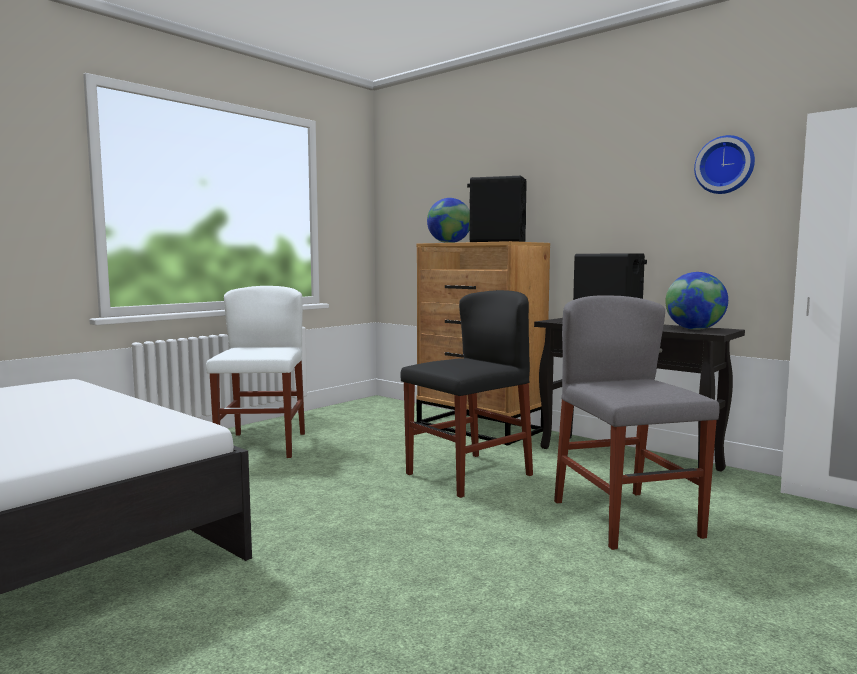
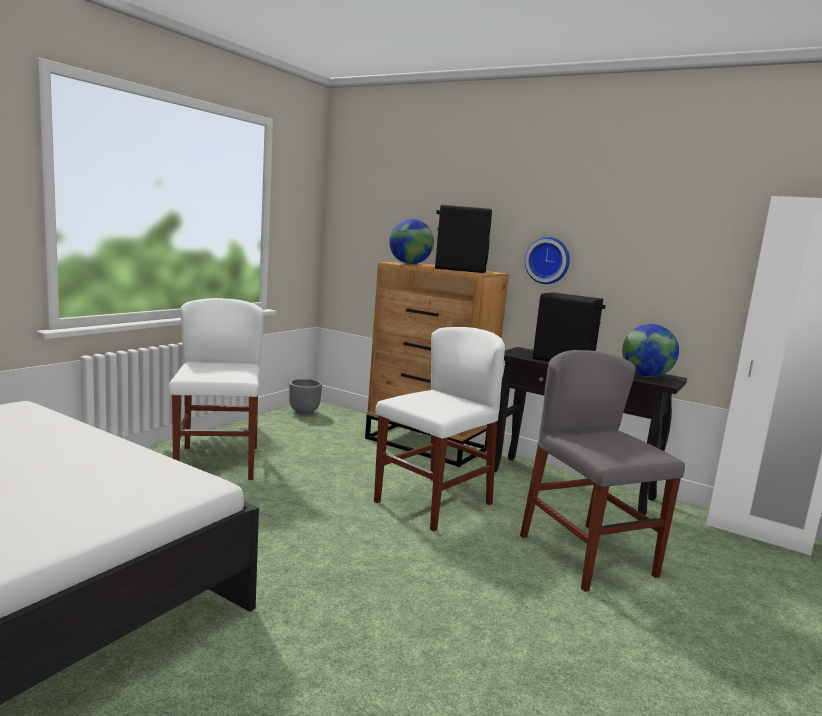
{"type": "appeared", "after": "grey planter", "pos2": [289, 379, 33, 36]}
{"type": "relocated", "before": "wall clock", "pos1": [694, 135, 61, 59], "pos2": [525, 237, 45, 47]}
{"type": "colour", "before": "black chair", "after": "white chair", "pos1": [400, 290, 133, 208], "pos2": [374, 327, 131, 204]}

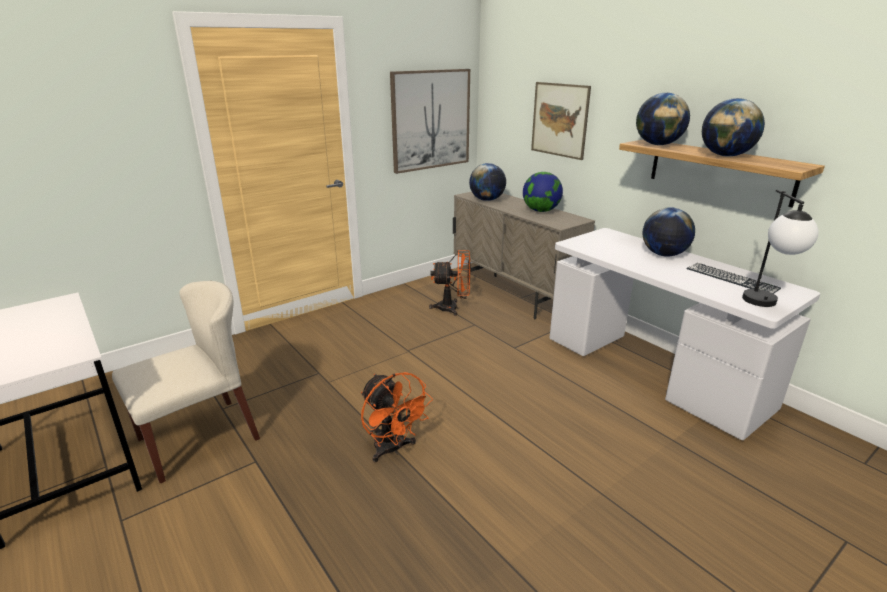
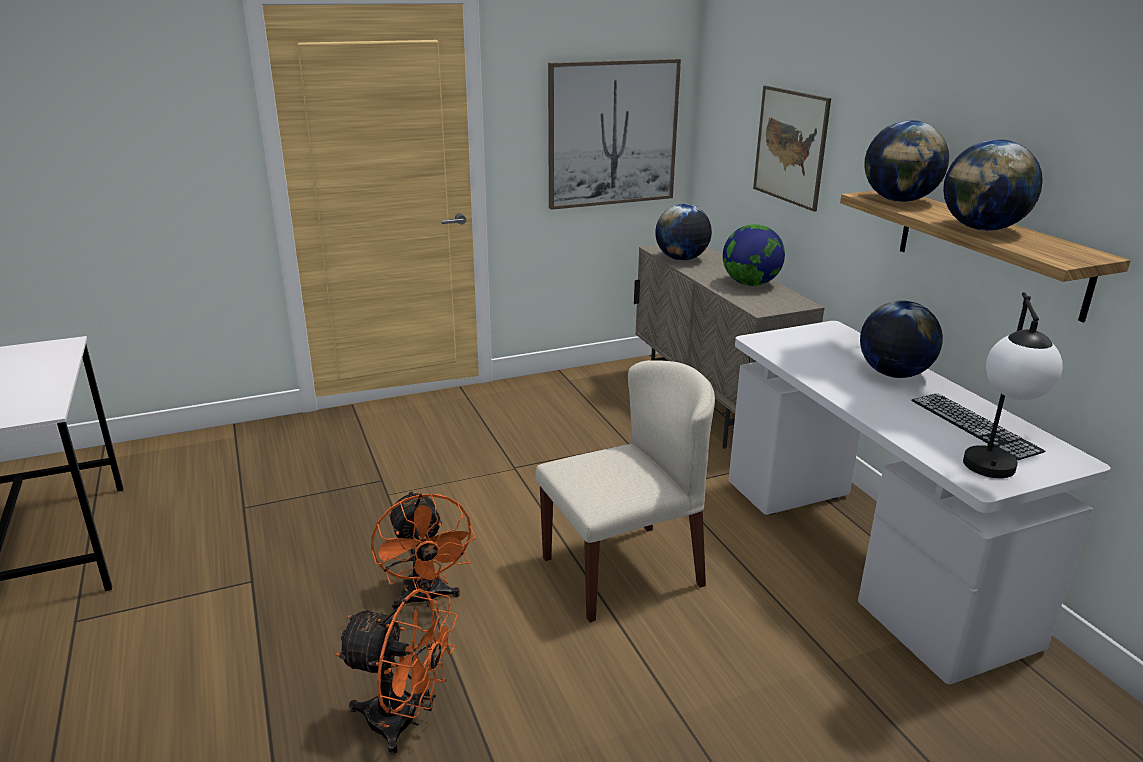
{"type": "relocated", "before": "beige chair", "pos1": [112, 281, 148, 203], "pos2": [535, 360, 180, 263]}
{"type": "relocated", "before": "orange fan", "pos1": [429, 250, 41, 66], "pos2": [336, 589, 121, 166]}

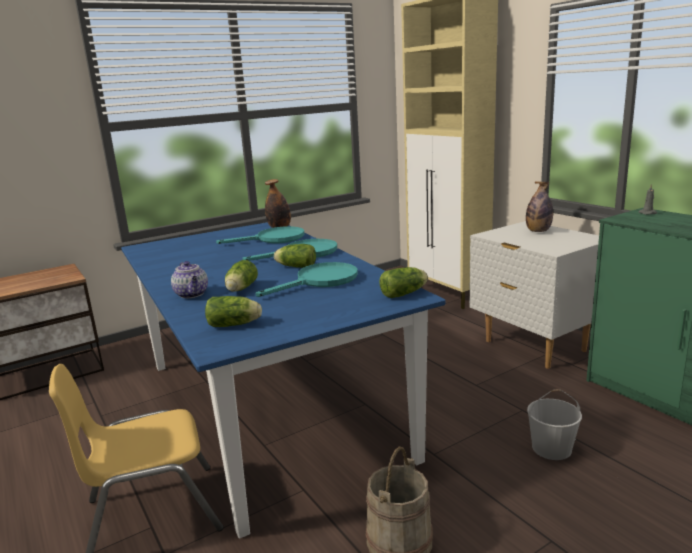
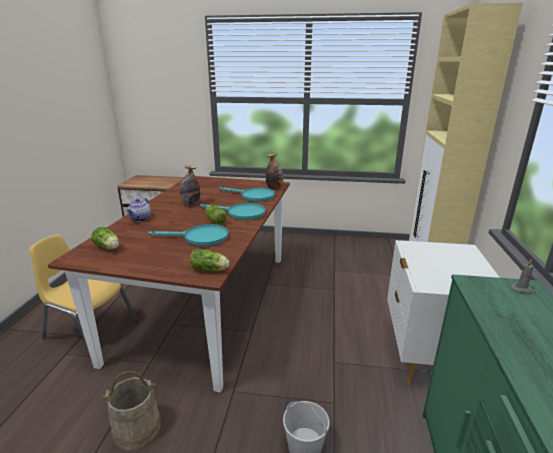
{"type": "missing", "before": "lettuce", "pos1": [225, 260, 33, 32]}
{"type": "relocated", "before": "bottle", "pos1": [526, 181, 27, 51], "pos2": [180, 165, 20, 41]}
{"type": "colour", "before": "blue dining table", "after": "brown dining table", "pos1": [121, 222, 324, 317], "pos2": [48, 176, 242, 216]}

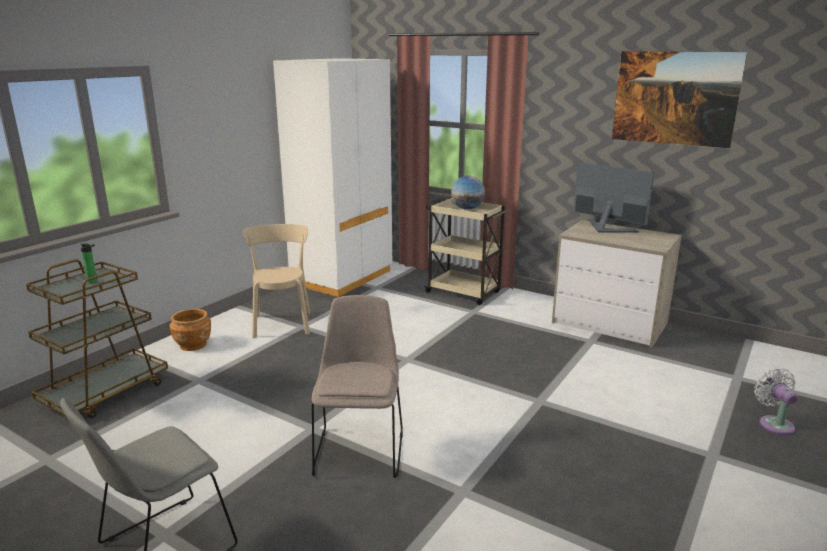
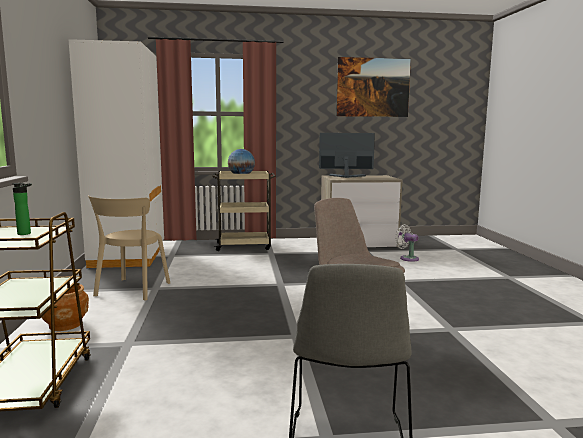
{"type": "relocated", "before": "white fan", "pos1": [754, 368, 44, 67], "pos2": [395, 224, 24, 38]}
{"type": "spun", "before": "beige chair", "pos1": [244, 224, 66, 114], "pos2": [88, 196, 82, 105], "turn": -120}

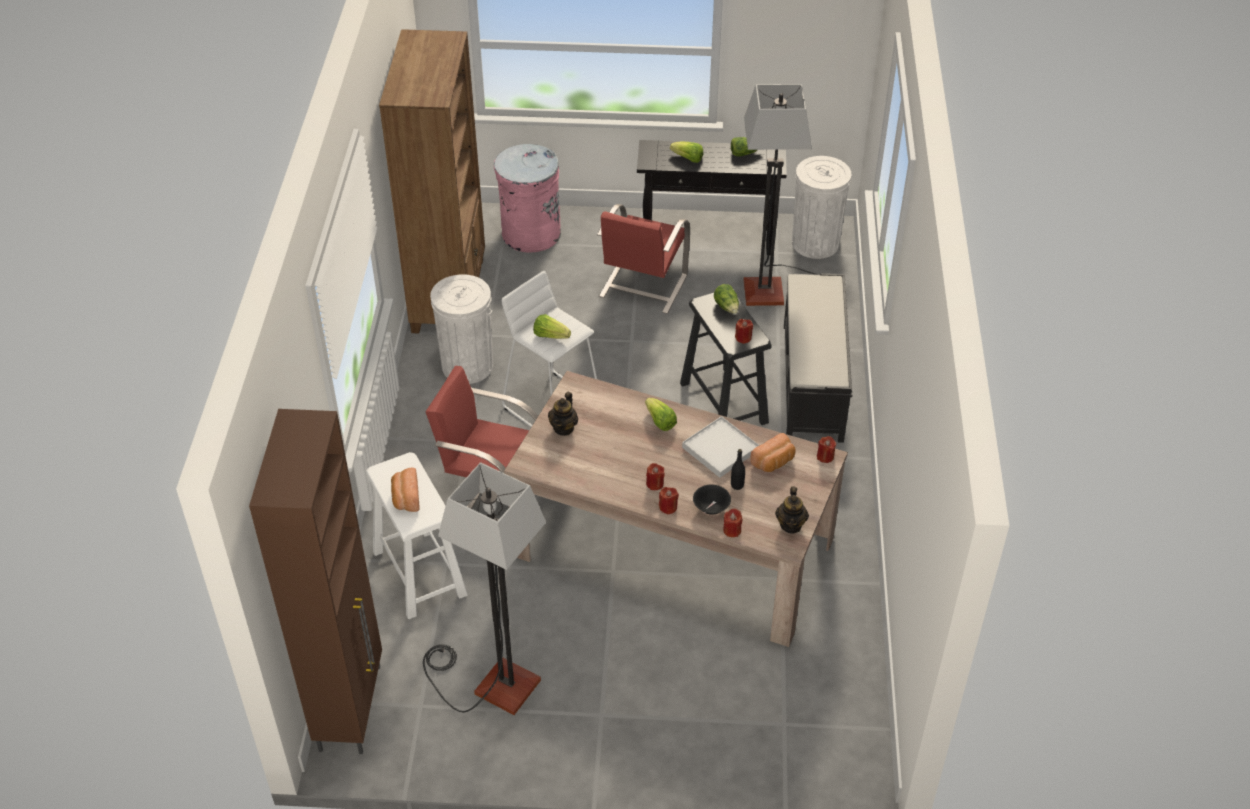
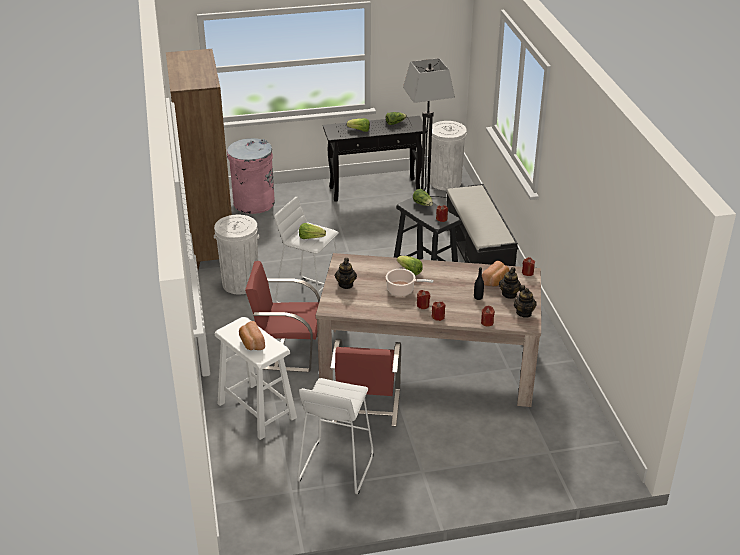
{"type": "missing", "before": "brown cabinet", "pos1": [249, 409, 133, 345]}
{"type": "missing", "before": "white tray", "pos1": [682, 416, 77, 62]}
{"type": "missing", "before": "black bowl", "pos1": [693, 484, 38, 31]}
{"type": "appeared", "after": "cooking pot", "pos2": [386, 269, 48, 27]}
{"type": "appeared", "after": "teapot", "pos2": [499, 267, 22, 32]}
{"type": "relocated", "before": "red chair", "pos1": [597, 204, 93, 110], "pos2": [330, 339, 71, 88]}
{"type": "exchanged", "before": "floor lamp", "after": "white stool", "pos1": [423, 462, 123, 253], "pos2": [297, 378, 76, 116]}

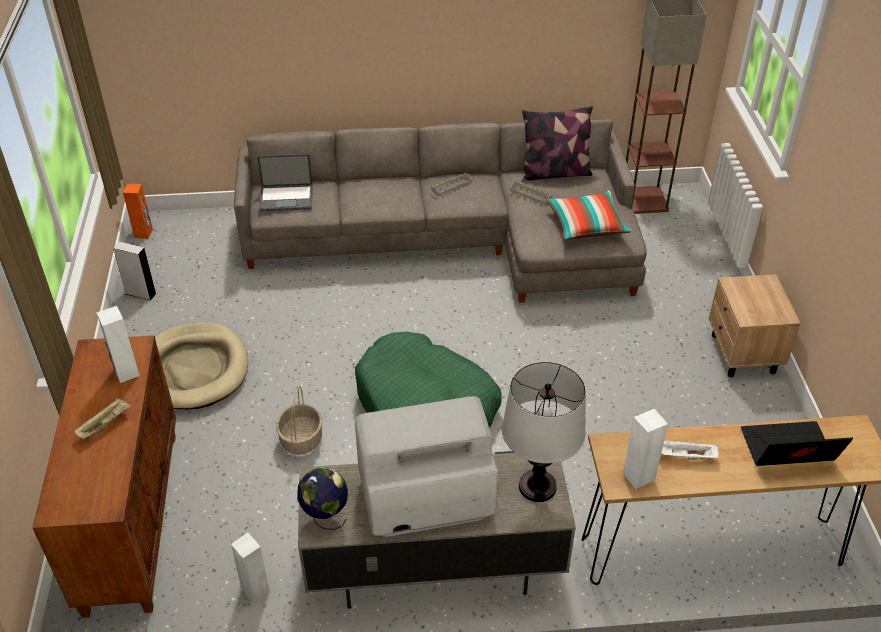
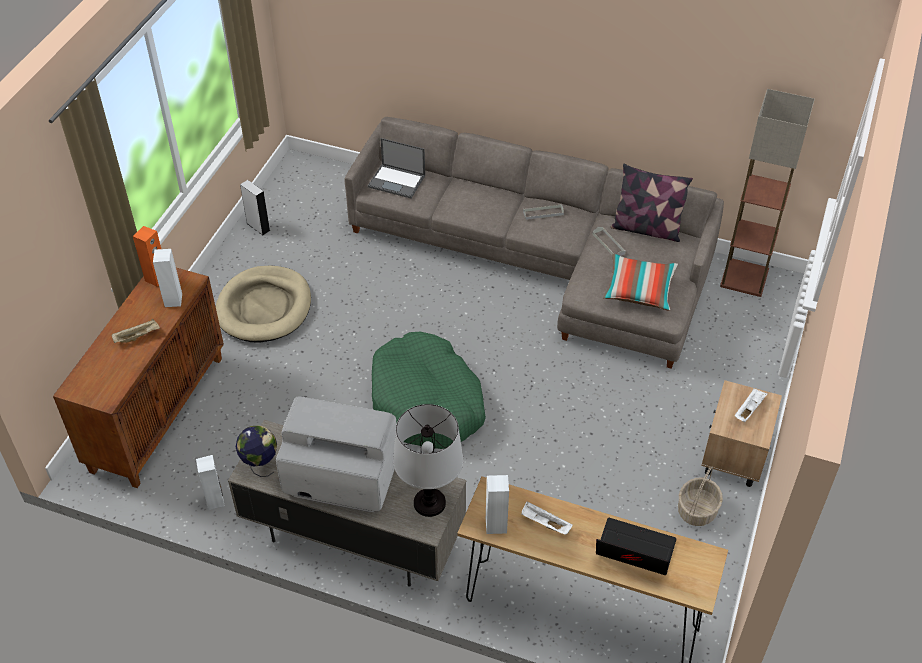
{"type": "appeared", "after": "white tray", "pos2": [735, 388, 32, 34]}
{"type": "relocated", "before": "orange speaker", "pos1": [123, 184, 30, 55], "pos2": [133, 226, 28, 61]}
{"type": "relocated", "before": "basket", "pos1": [276, 386, 46, 69], "pos2": [678, 467, 45, 59]}

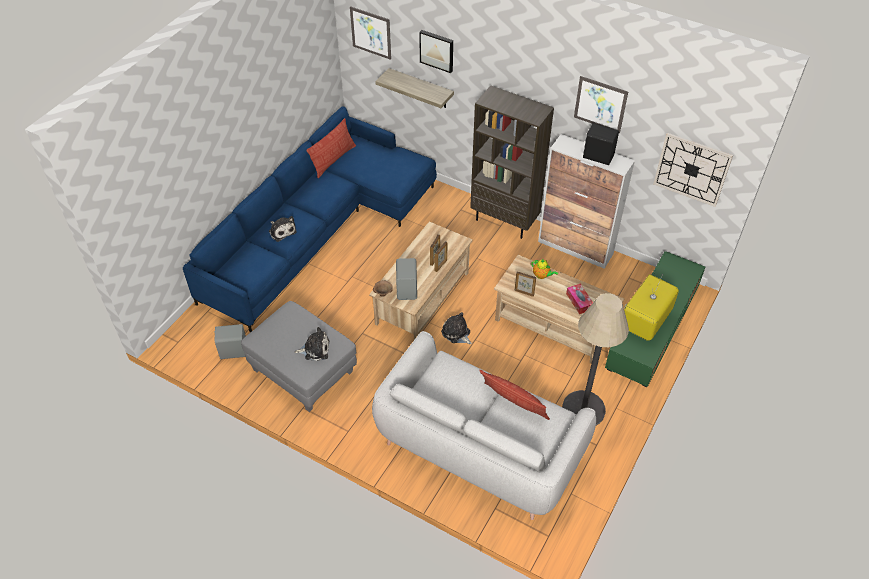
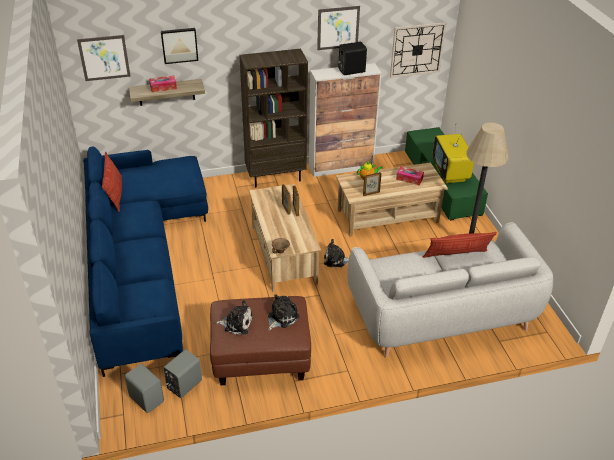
{"type": "appeared", "after": "tissue box", "pos2": [149, 76, 28, 16]}
{"type": "relocated", "before": "plush toy", "pos1": [269, 216, 27, 26], "pos2": [216, 300, 37, 35]}
{"type": "relocated", "before": "grey speaker", "pos1": [396, 258, 21, 42], "pos2": [125, 364, 39, 49]}
{"type": "colour", "before": "grey ottoman", "after": "brown ottoman", "pos1": [241, 301, 116, 111], "pos2": [210, 296, 101, 89]}

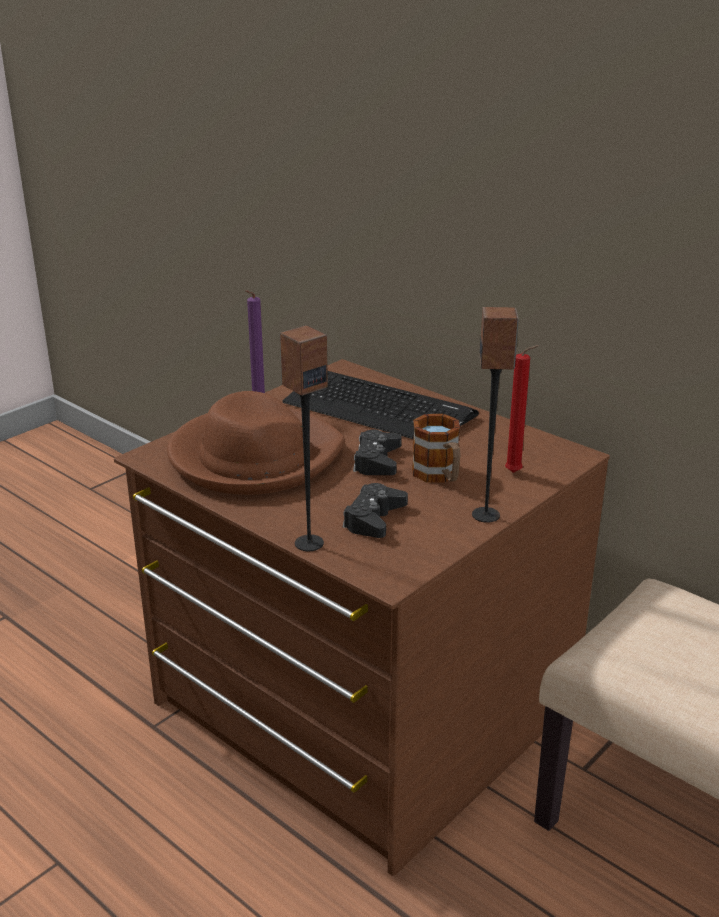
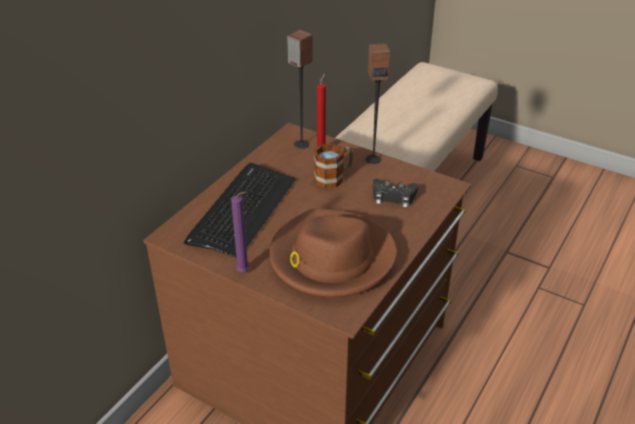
{"type": "missing", "before": "black game controller", "pos1": [353, 430, 49, 45]}
{"type": "relocated", "before": "speaker", "pos1": [280, 325, 48, 226], "pos2": [287, 30, 25, 119]}

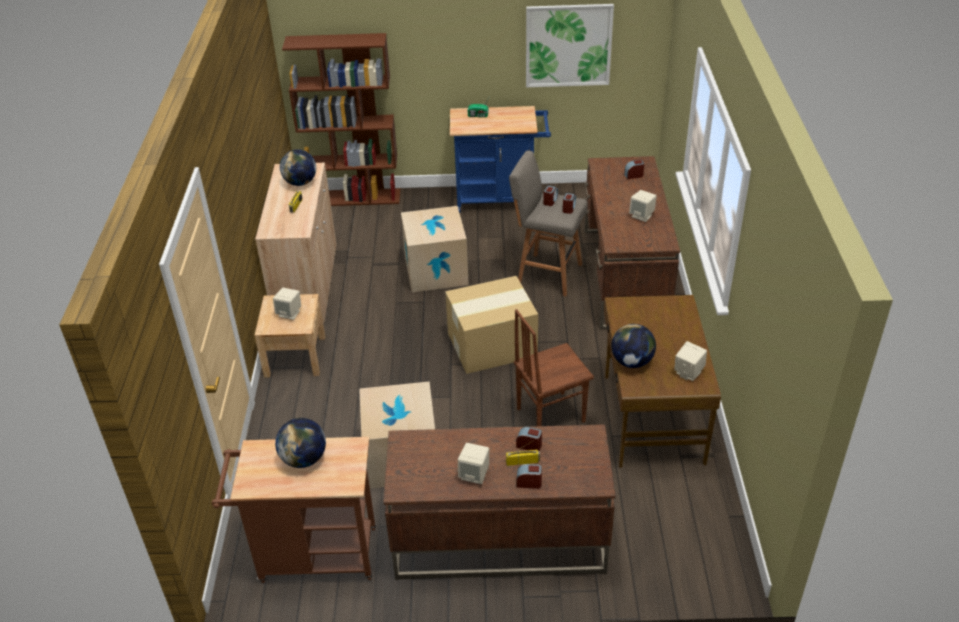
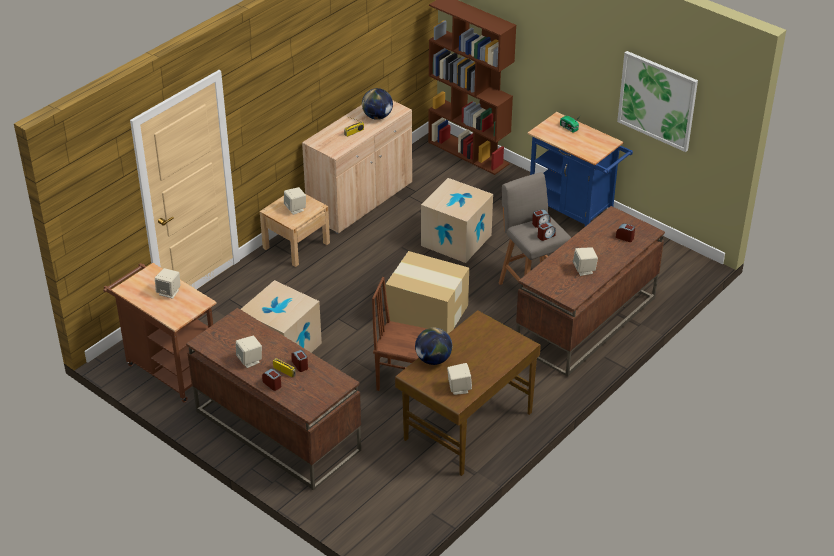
{"type": "exchanged", "before": "globe", "after": "beige speaker", "pos1": [275, 418, 51, 50], "pos2": [155, 268, 26, 31]}

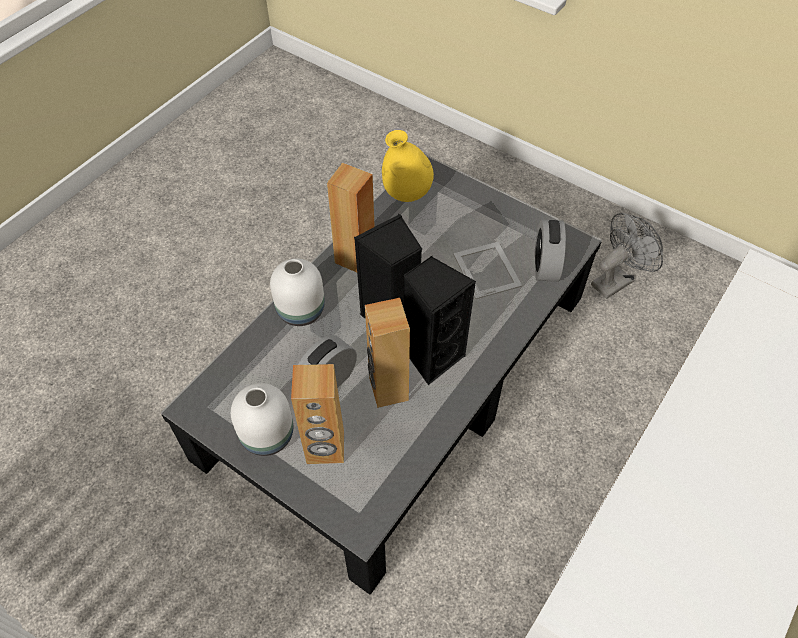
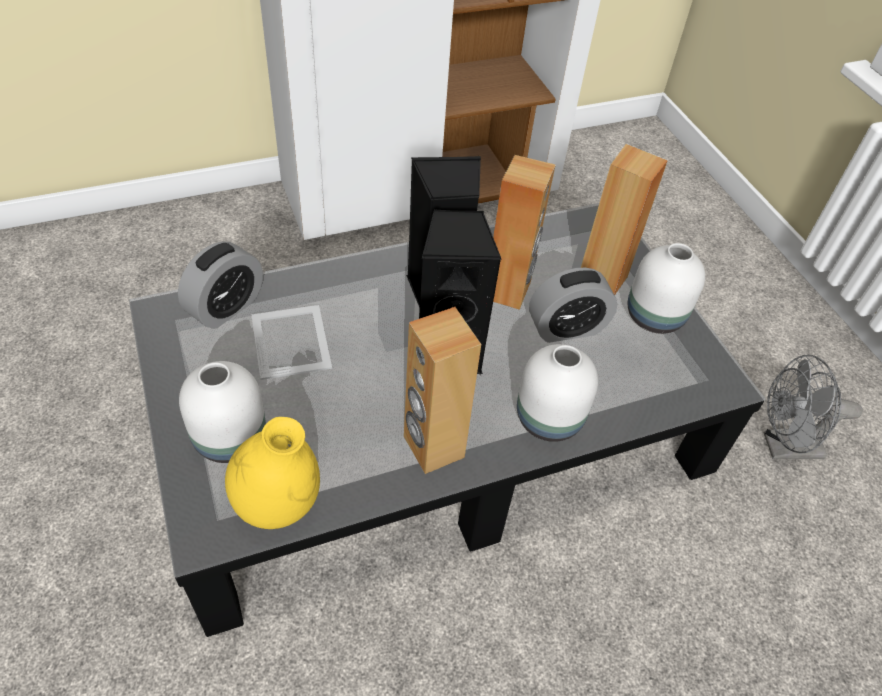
{"type": "appeared", "after": "white vase", "pos2": [179, 361, 87, 102]}
{"type": "relocated", "before": "grey fan", "pos1": [591, 213, 72, 86], "pos2": [764, 355, 99, 104]}
{"type": "spun", "before": "picture frame", "pos1": [453, 242, 69, 57], "pos2": [251, 305, 81, 75], "turn": 150}

